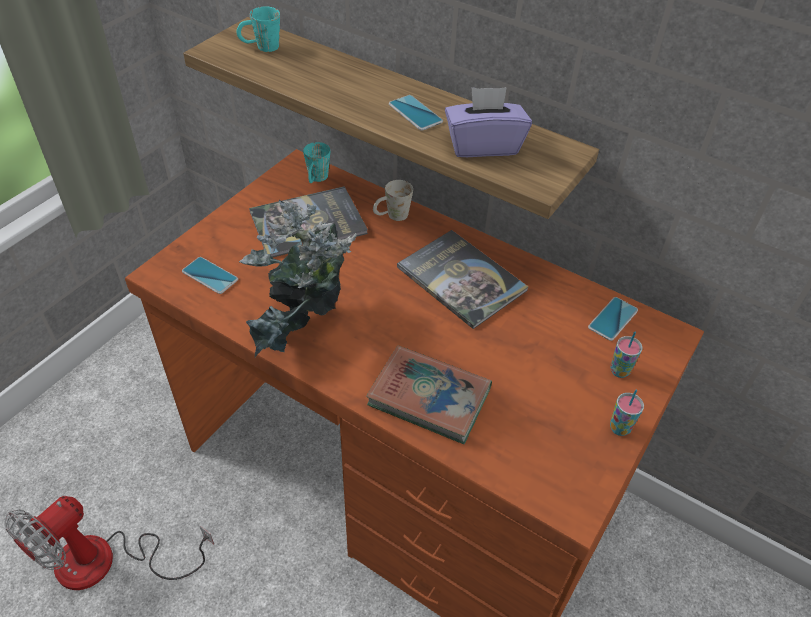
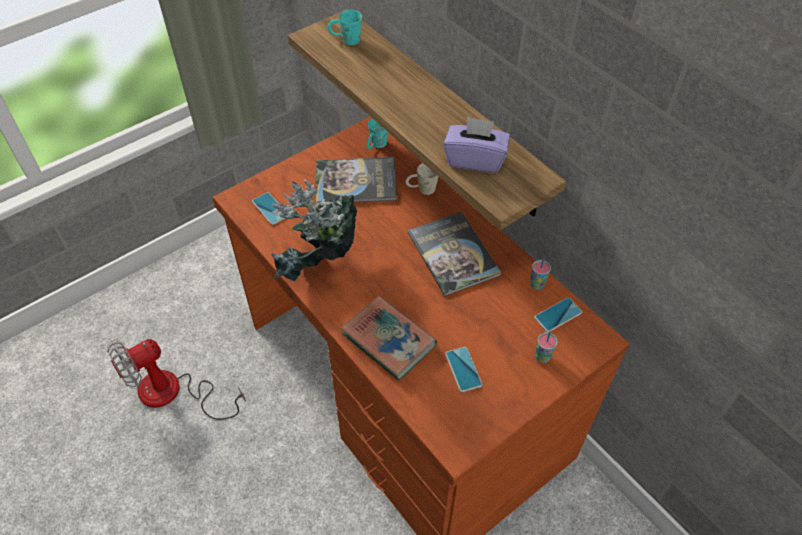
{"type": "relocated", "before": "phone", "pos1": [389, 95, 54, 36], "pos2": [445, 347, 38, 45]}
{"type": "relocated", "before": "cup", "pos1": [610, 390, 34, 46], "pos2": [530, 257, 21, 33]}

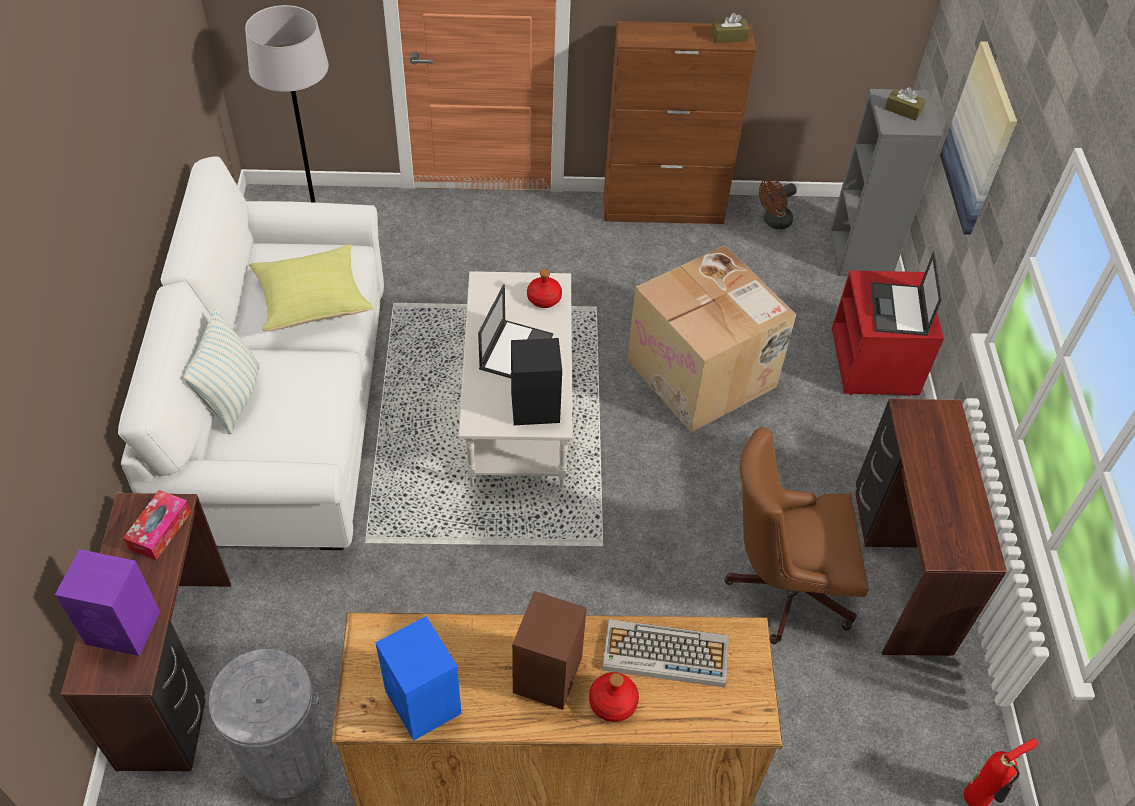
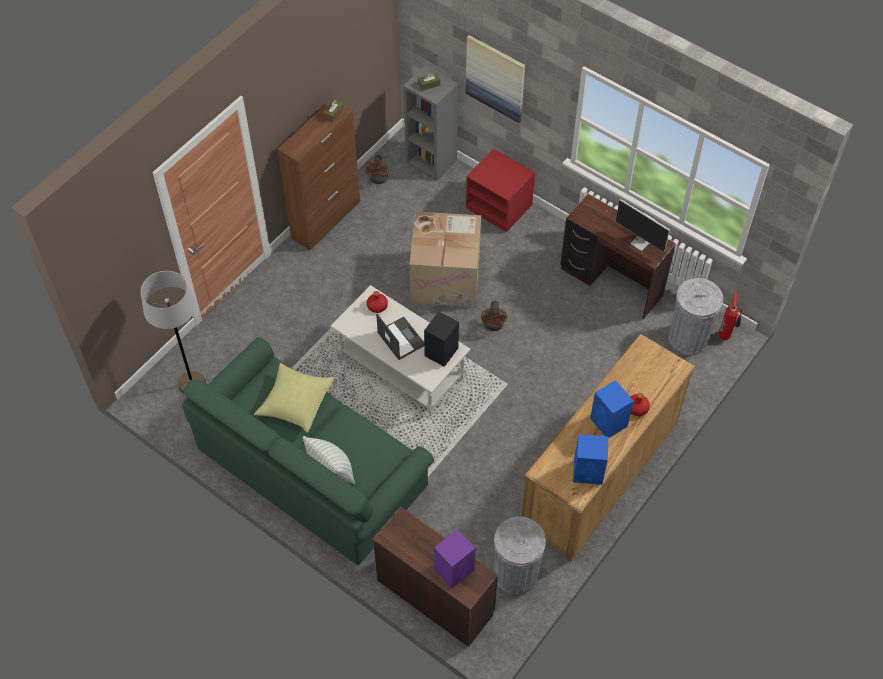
{"type": "missing", "before": "tissue box", "pos1": [123, 490, 68, 70]}
{"type": "missing", "before": "keyboard", "pos1": [602, 619, 127, 69]}
{"type": "missing", "before": "brown office chair", "pos1": [724, 427, 145, 217]}
{"type": "missing", "before": "laptop", "pos1": [871, 251, 71, 85]}
{"type": "appeared", "after": "brown fan", "pos2": [481, 301, 26, 30]}
{"type": "appeared", "after": "monitor", "pos2": [606, 199, 64, 53]}
{"type": "appeared", "after": "grey trash can", "pos2": [669, 278, 54, 77]}
{"type": "colour", "before": "white sofa", "after": "green sofa", "pos1": [118, 156, 266, 394], "pos2": [182, 337, 252, 228]}
{"type": "colour", "before": "brown speaker", "after": "blue speaker", "pos1": [512, 591, 75, 119], "pos2": [590, 380, 44, 58]}

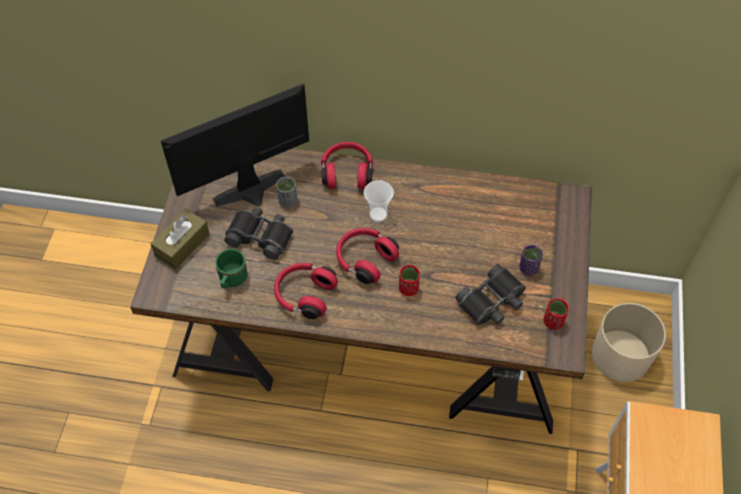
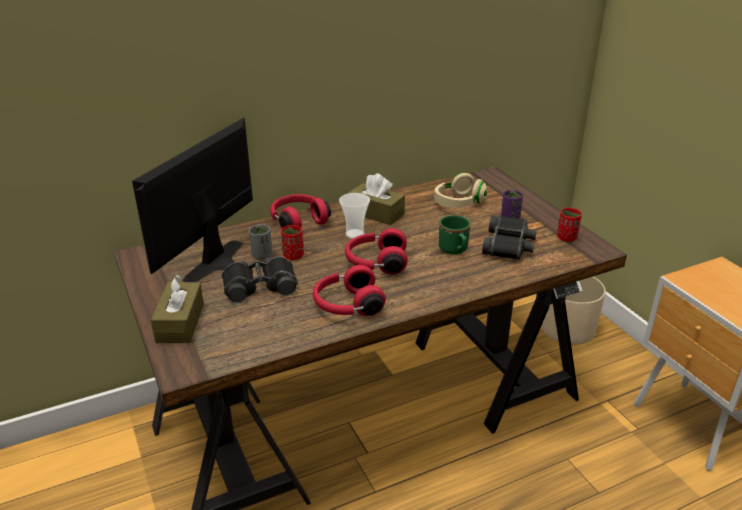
{"type": "appeared", "after": "brown tissue box", "pos2": [349, 173, 56, 52]}
{"type": "appeared", "after": "beige headphones", "pos2": [434, 173, 54, 35]}
{"type": "relocated", "before": "green mug", "pos1": [215, 249, 32, 40], "pos2": [439, 215, 31, 40]}
{"type": "relocated", "before": "red cup", "pos1": [399, 265, 21, 31], "pos2": [281, 225, 23, 35]}

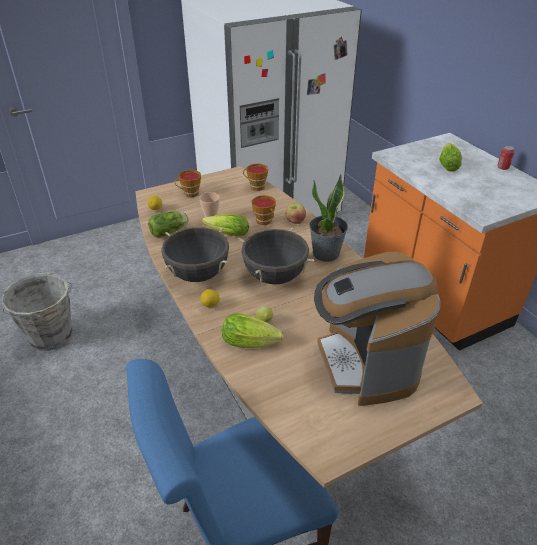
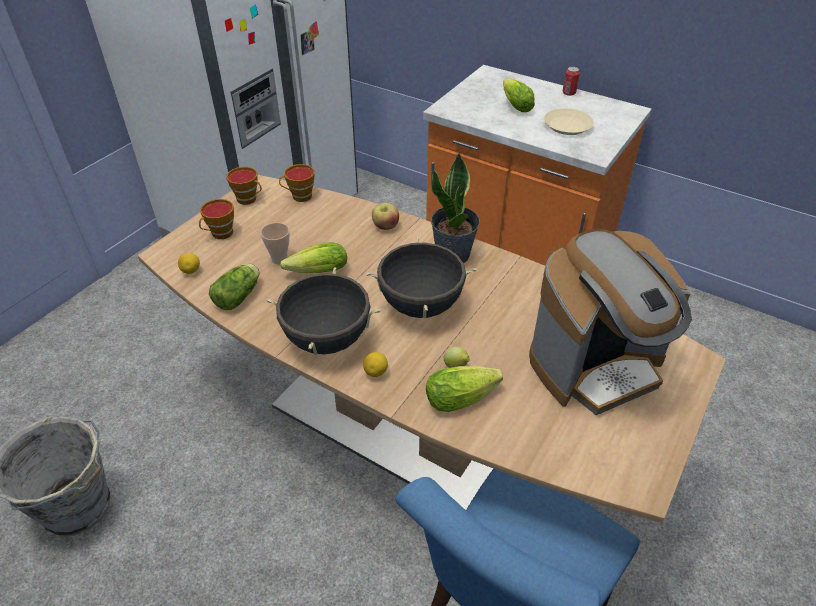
{"type": "appeared", "after": "beige plate", "pos2": [544, 108, 50, 27]}
{"type": "relocated", "before": "cup", "pos1": [252, 195, 24, 30], "pos2": [226, 167, 36, 38]}
{"type": "spun", "before": "coffee machine", "pos1": [314, 252, 127, 154], "pos2": [529, 229, 163, 186], "turn": -75}

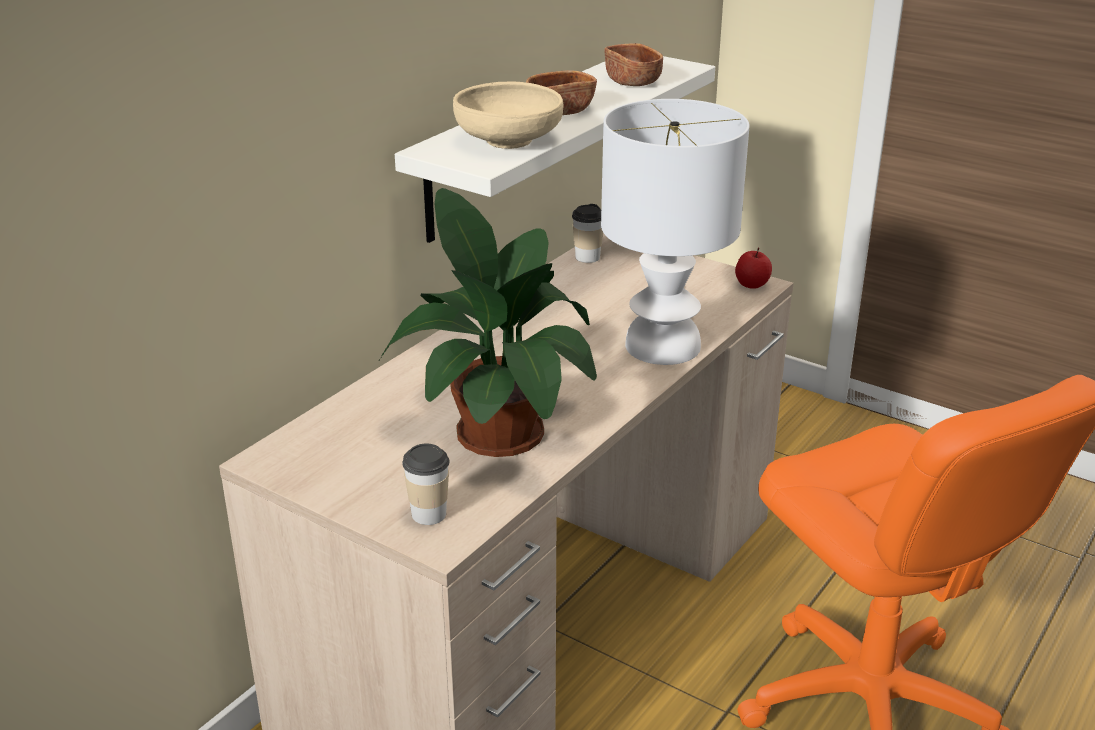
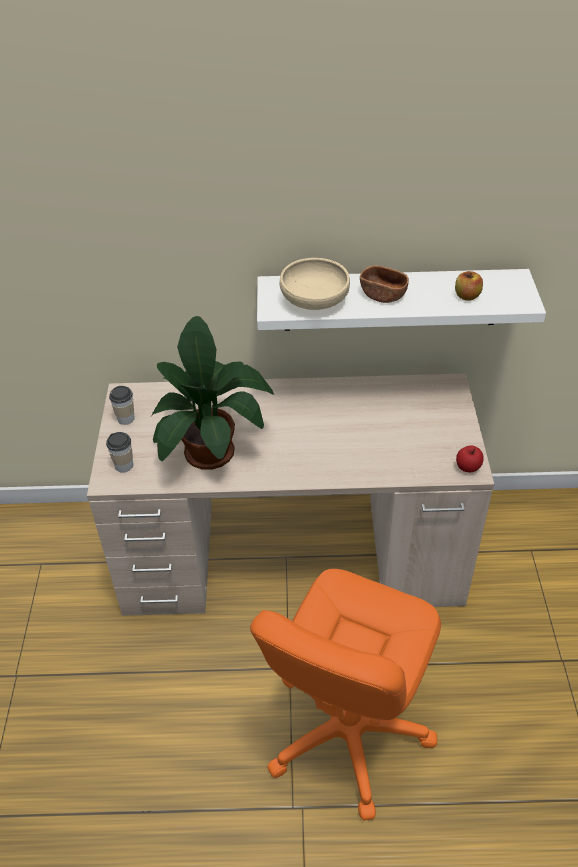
{"type": "missing", "before": "white table lamp", "pos1": [601, 99, 149, 266]}
{"type": "relocated", "before": "cup", "pos1": [572, 204, 31, 59], "pos2": [109, 386, 26, 39]}
{"type": "exchanged", "before": "brown bowl", "after": "apple", "pos1": [604, 43, 59, 43], "pos2": [455, 271, 28, 30]}

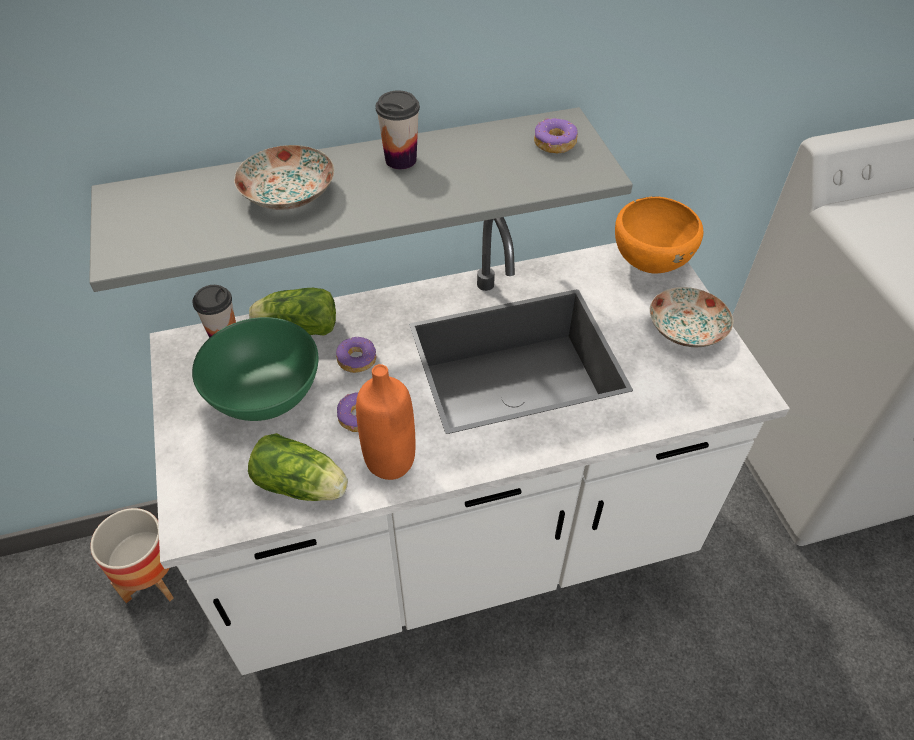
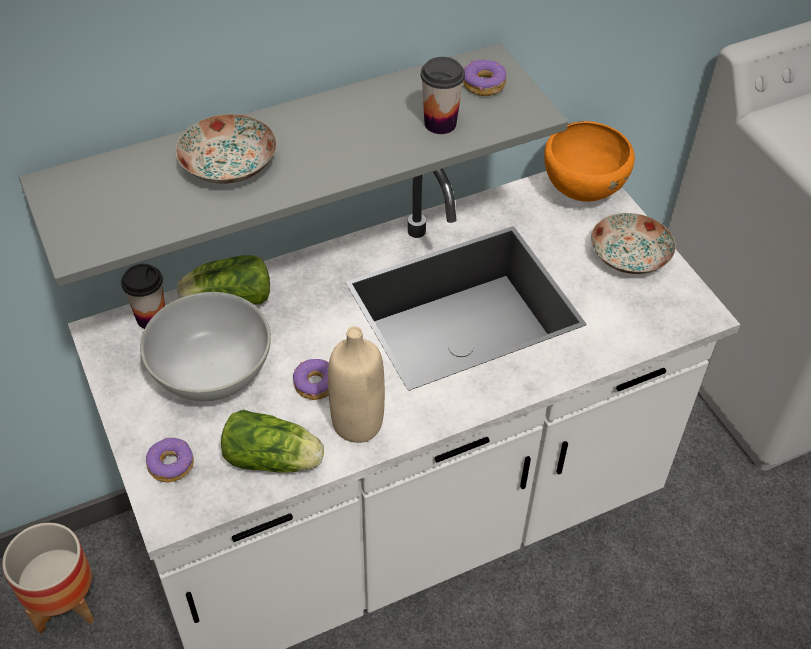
{"type": "relocated", "before": "donut", "pos1": [336, 337, 40, 36], "pos2": [146, 438, 48, 44]}
{"type": "relocated", "before": "cup", "pos1": [376, 90, 44, 79], "pos2": [420, 57, 45, 77]}
{"type": "colour", "before": "green bowl", "after": "white bowl", "pos1": [192, 317, 126, 104], "pos2": [140, 292, 131, 109]}
{"type": "colour", "before": "orange bottle", "after": "beige bottle", "pos1": [356, 364, 59, 116], "pos2": [328, 326, 57, 117]}

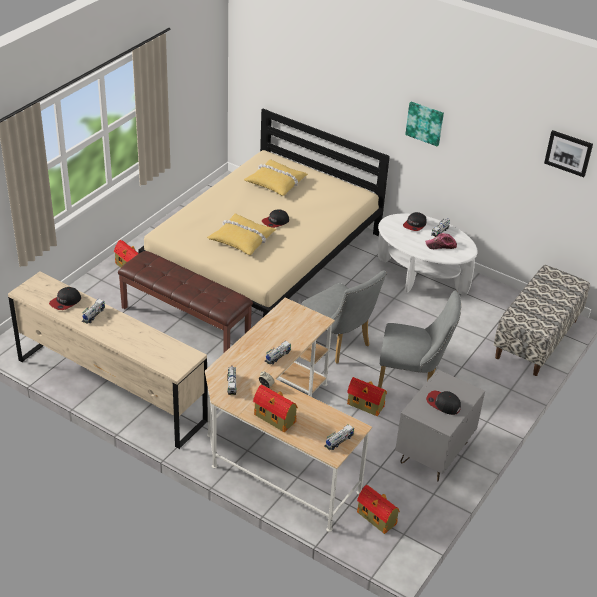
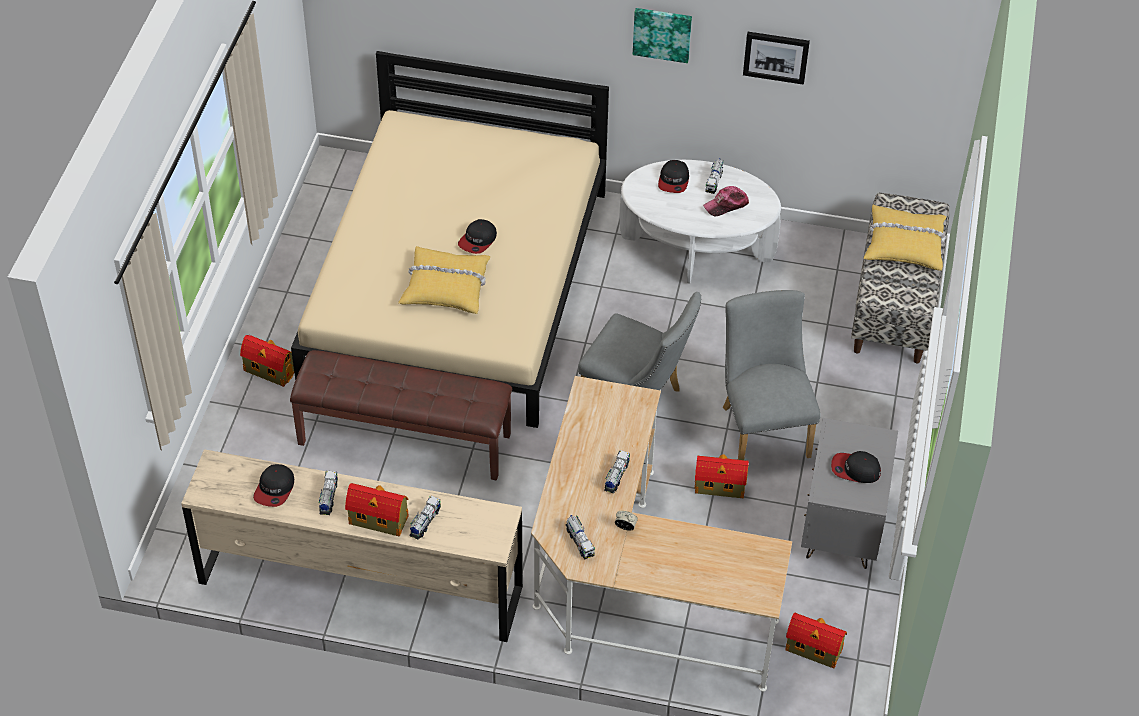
{"type": "relocated", "before": "yellow pillow", "pos1": [244, 159, 64, 37], "pos2": [864, 205, 82, 66]}
{"type": "relocated", "before": "toy house", "pos1": [253, 384, 45, 48], "pos2": [345, 483, 64, 53]}
{"type": "relocated", "before": "toy truck", "pos1": [324, 424, 30, 26], "pos2": [409, 496, 32, 44]}
{"type": "relocated", "before": "picture", "pos1": [544, 130, 49, 47], "pos2": [743, 32, 67, 53]}
{"type": "spun", "before": "grey chair", "pos1": [378, 291, 83, 97], "pos2": [723, 290, 97, 170], "turn": -90}

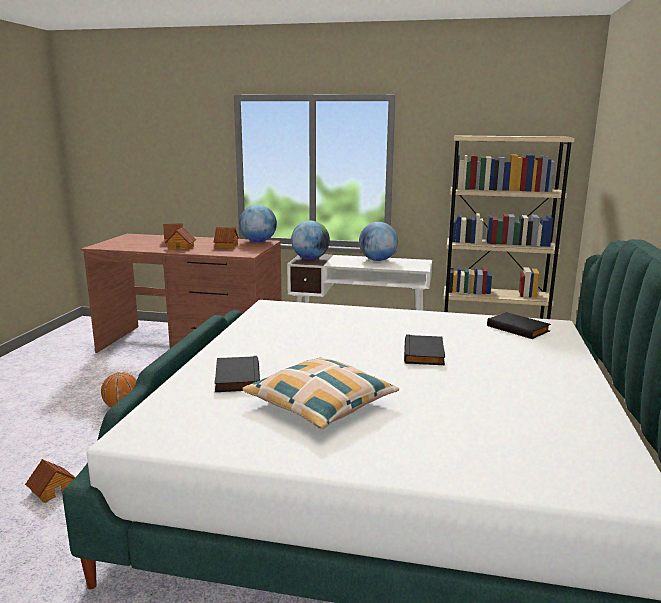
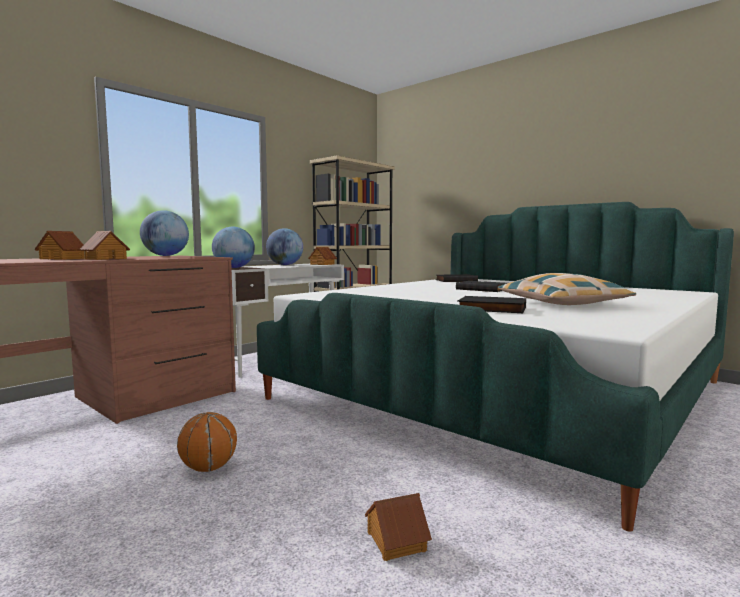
{"type": "relocated", "before": "toy house", "pos1": [214, 227, 25, 22], "pos2": [308, 247, 29, 18]}

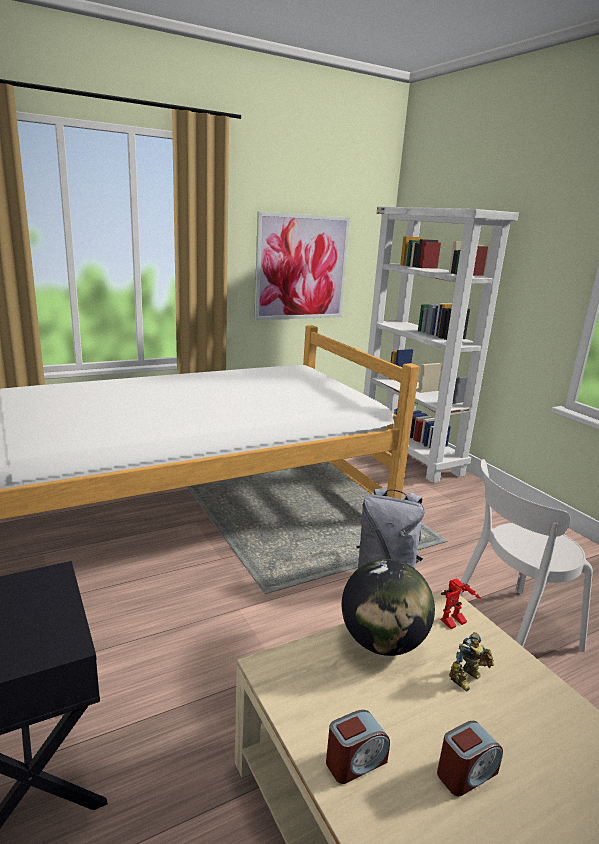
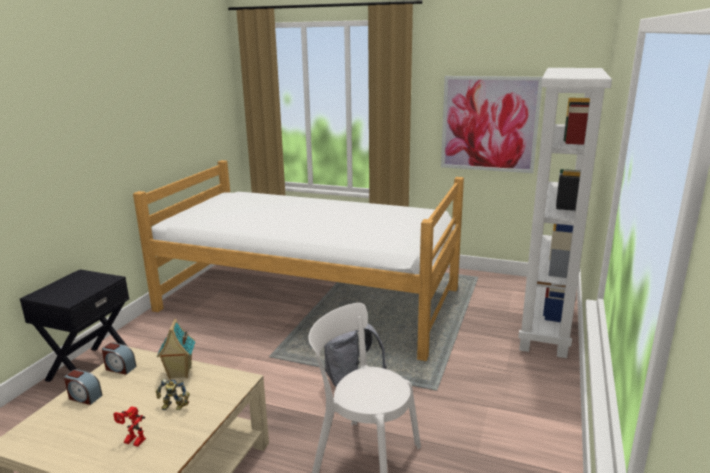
{"type": "relocated", "before": "alarm clock", "pos1": [437, 721, 66, 75], "pos2": [102, 342, 34, 33]}
{"type": "relocated", "before": "toy robot", "pos1": [441, 579, 40, 50], "pos2": [113, 406, 33, 41]}
{"type": "exchanged", "before": "globe", "after": "toy house", "pos1": [342, 559, 93, 97], "pos2": [157, 319, 38, 60]}

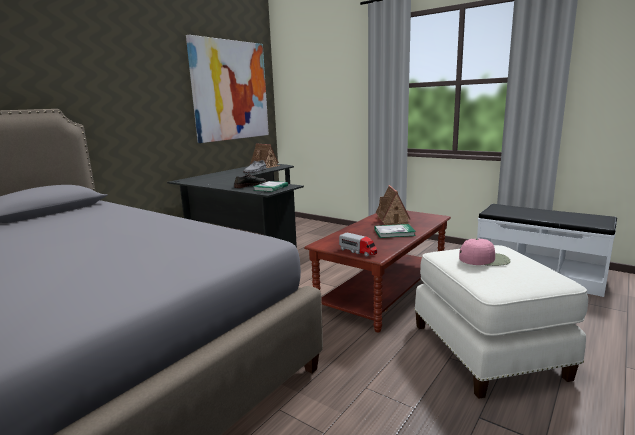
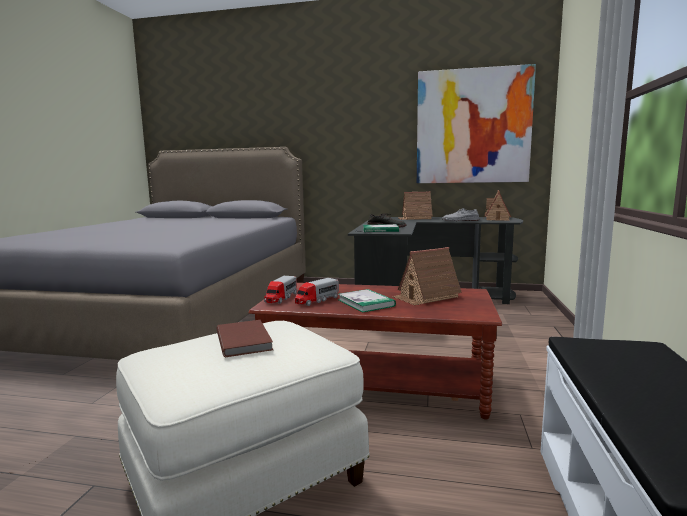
{"type": "appeared", "after": "toy truck", "pos2": [295, 278, 44, 28]}
{"type": "appeared", "after": "toy house", "pos2": [399, 191, 34, 29]}
{"type": "exchanged", "before": "pink cap", "after": "brown book", "pos1": [459, 239, 52, 27], "pos2": [217, 320, 56, 37]}

